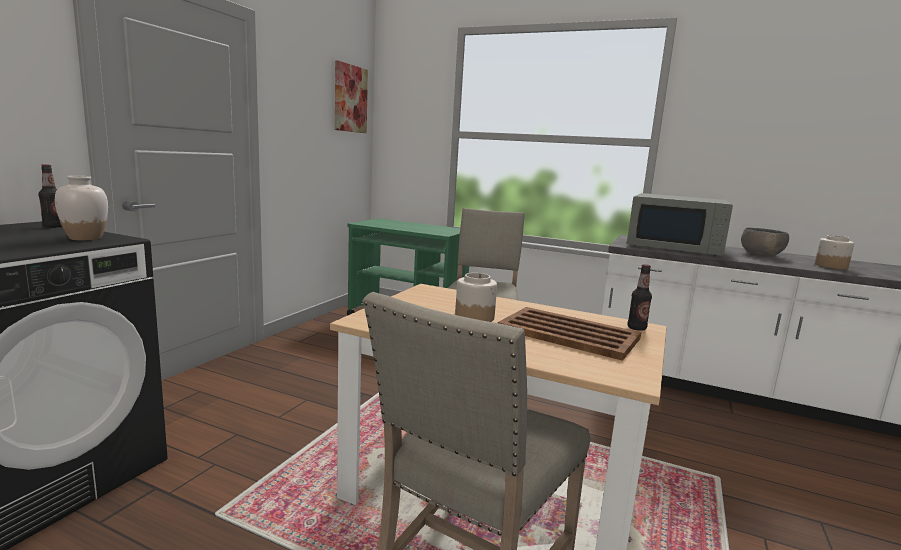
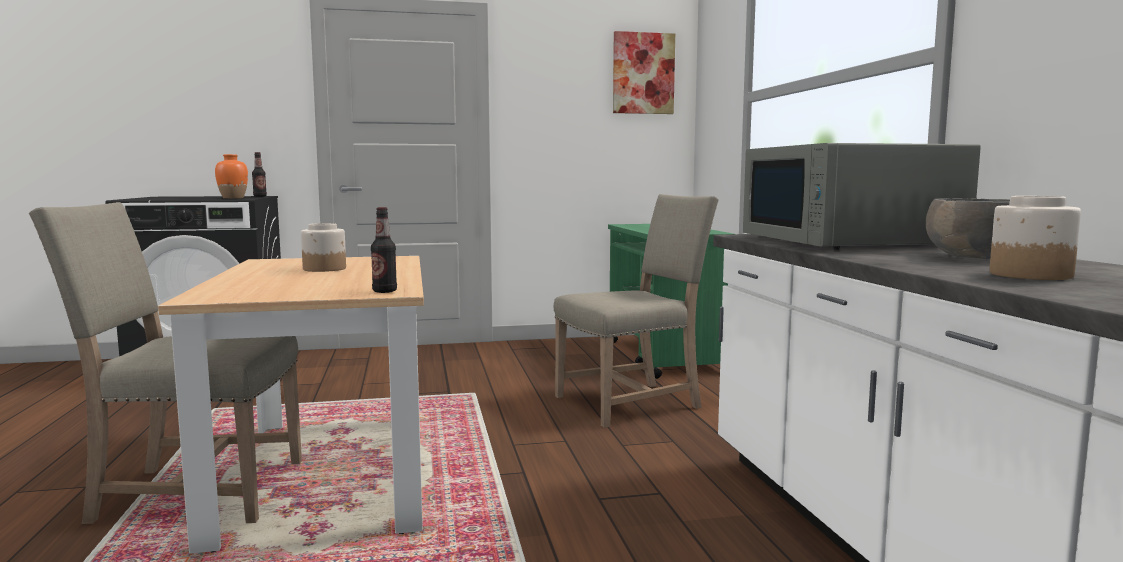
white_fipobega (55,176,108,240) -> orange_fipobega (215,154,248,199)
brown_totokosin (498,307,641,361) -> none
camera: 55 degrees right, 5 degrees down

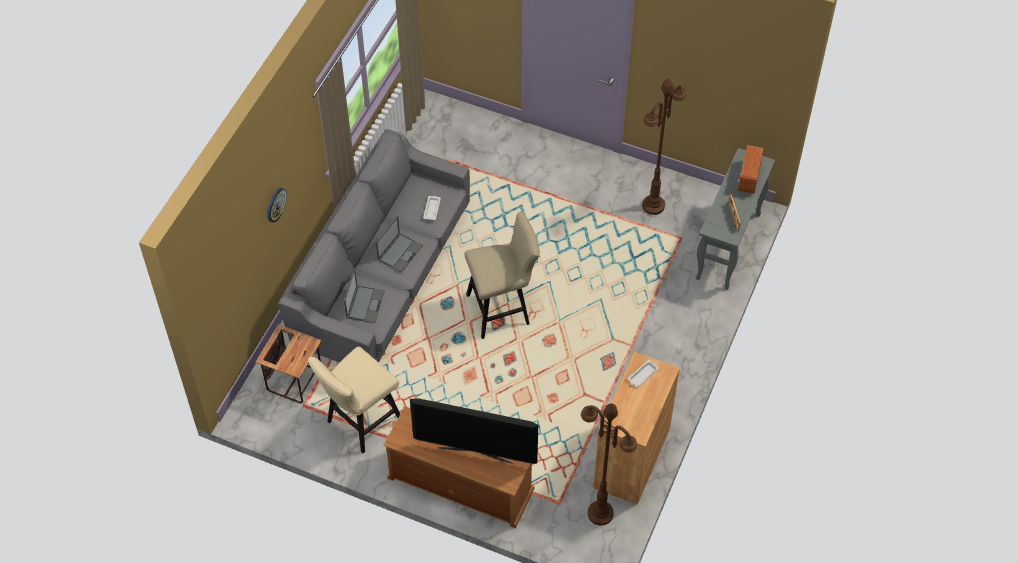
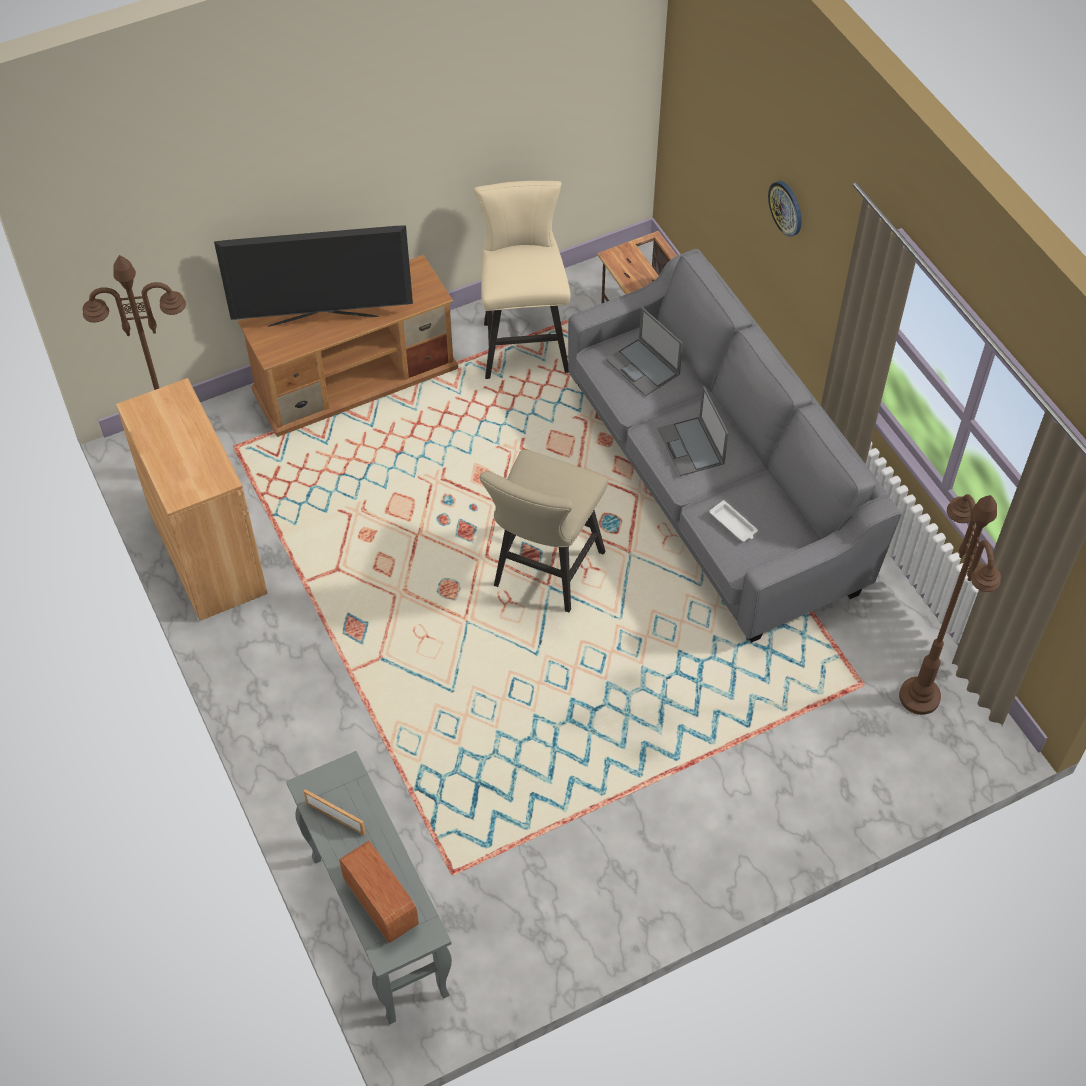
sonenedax (410,398,538,464) -> sonenedax (214,225,413,326), 150 degrees counterclockwise
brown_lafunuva (642,78,686,215) -> brown_lafunuva (899,494,1001,715), moved
white_totokosin (628,359,659,387) -> none
camera: 130 degrees right, 0 degrees up

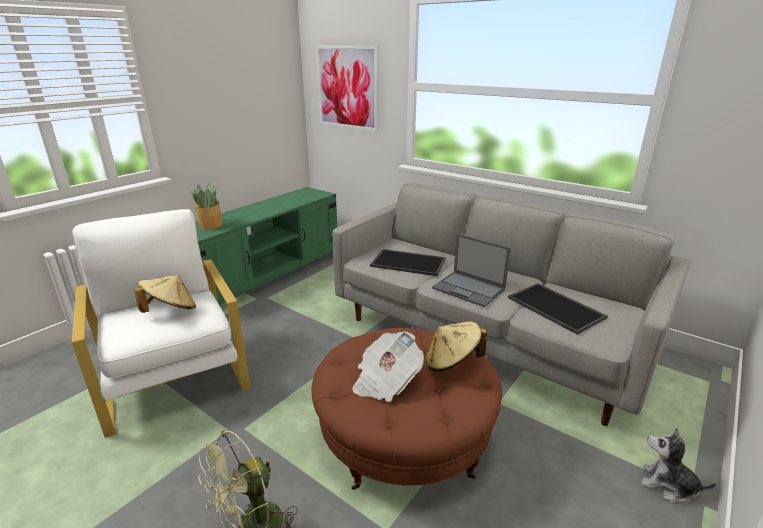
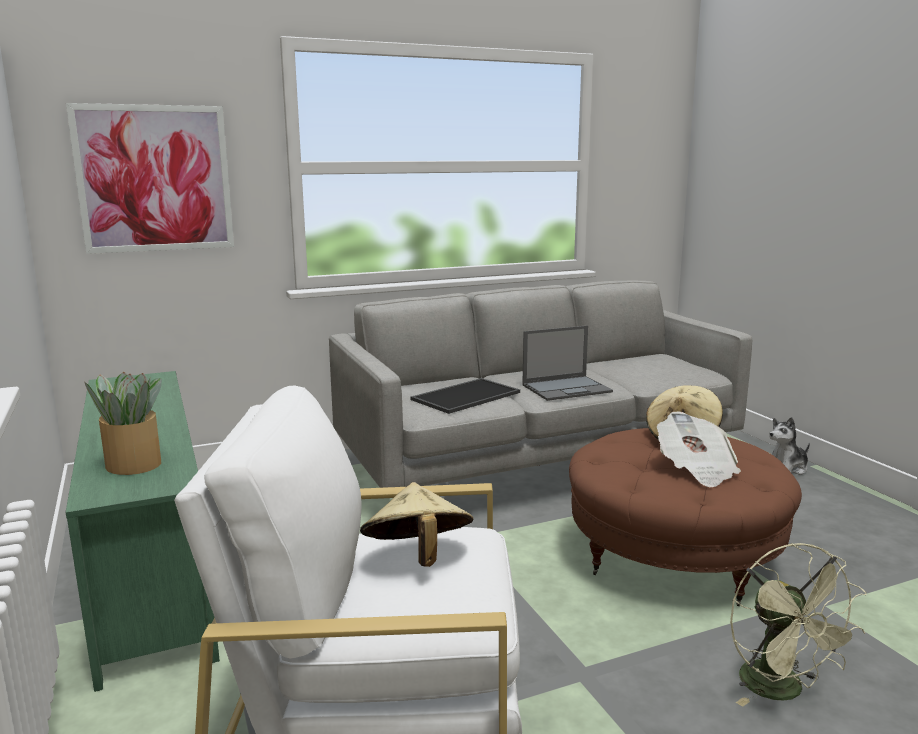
totokosin (508,283,608,335) -> none
camera: 60 degrees left, 10 degrees down

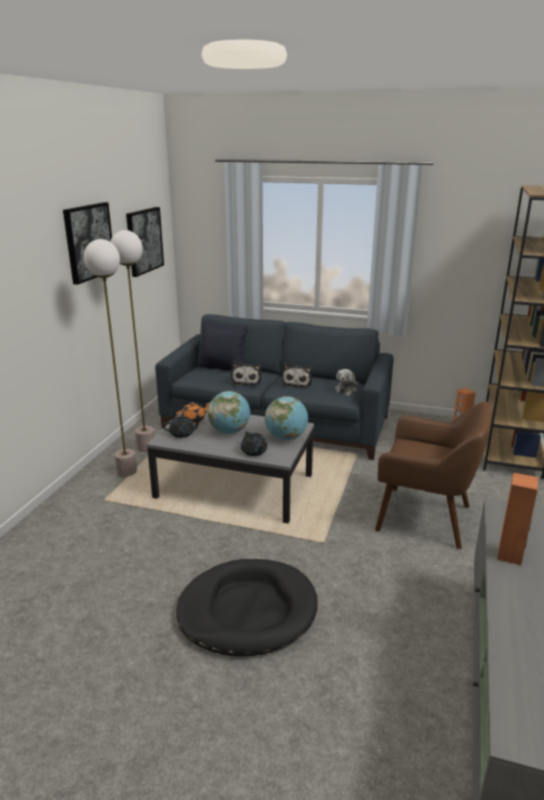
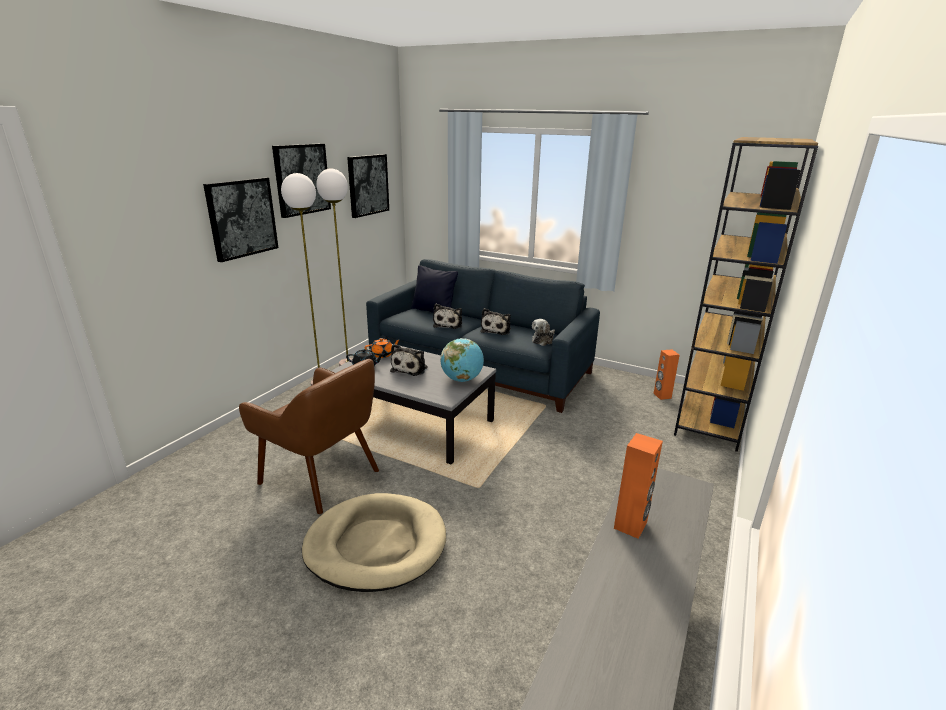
none -> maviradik (203,177,279,262)
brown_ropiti (375,402,493,549) -> brown_ropiti (239,359,379,514), moved
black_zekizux (176,559,318,656) -> beige_zekizux (302,493,446,592)
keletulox (208,391,250,434) -> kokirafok (390,344,427,376)
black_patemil (241,432,267,456) -> none
camera: 10 degrees right, 0 degrees up

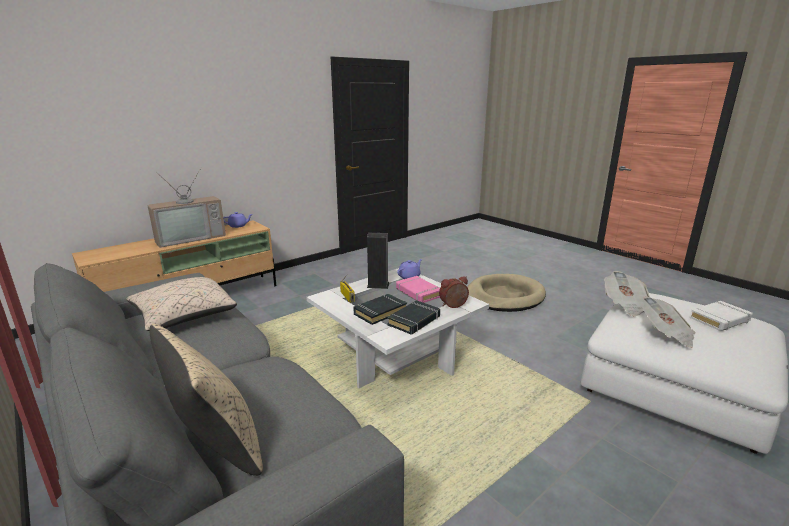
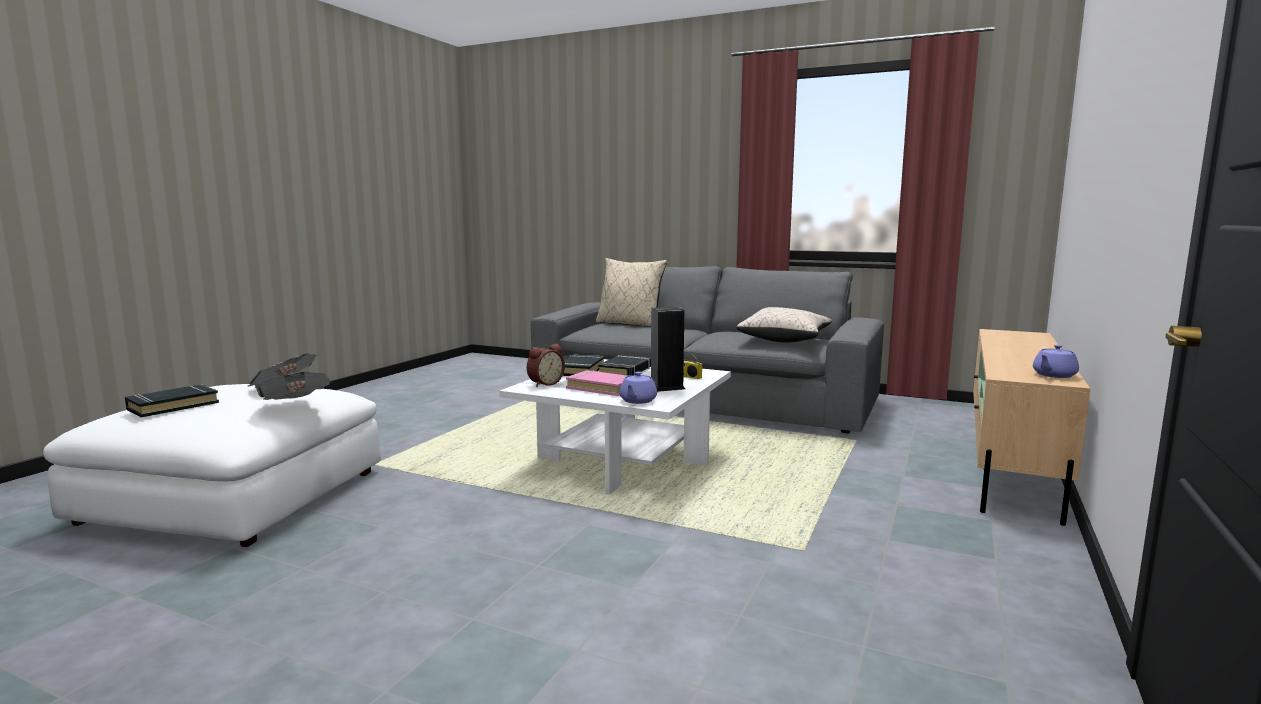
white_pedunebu (690,301,753,331) -> black_pedunebu (125,384,219,417)
sonenedax (147,168,226,248) -> none
beige_zekizux (467,274,546,312) -> none
camera: 155 degrees right, 10 degrees down

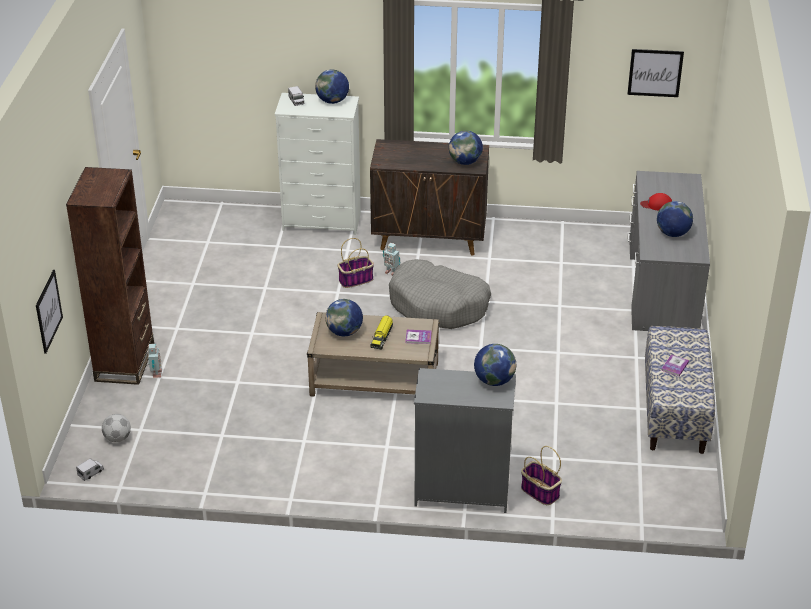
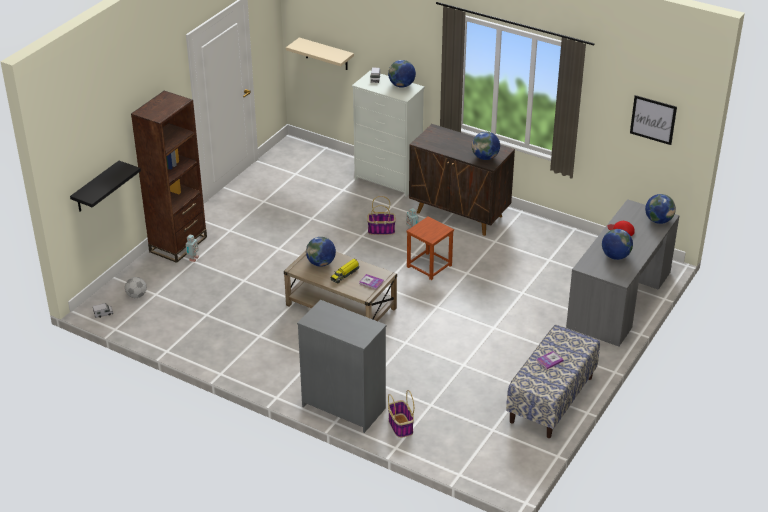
maviradik (36,270,63,354) -> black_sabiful (70,161,141,212)
none -> beige_sabiful (286,38,354,70)
grey_zekizux (389,259,491,329) -> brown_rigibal (406,216,454,280)
keletulox (474,344,516,386) -> keletulox (645,194,676,224), moved
camera: 25 degrees right, 0 degrees up

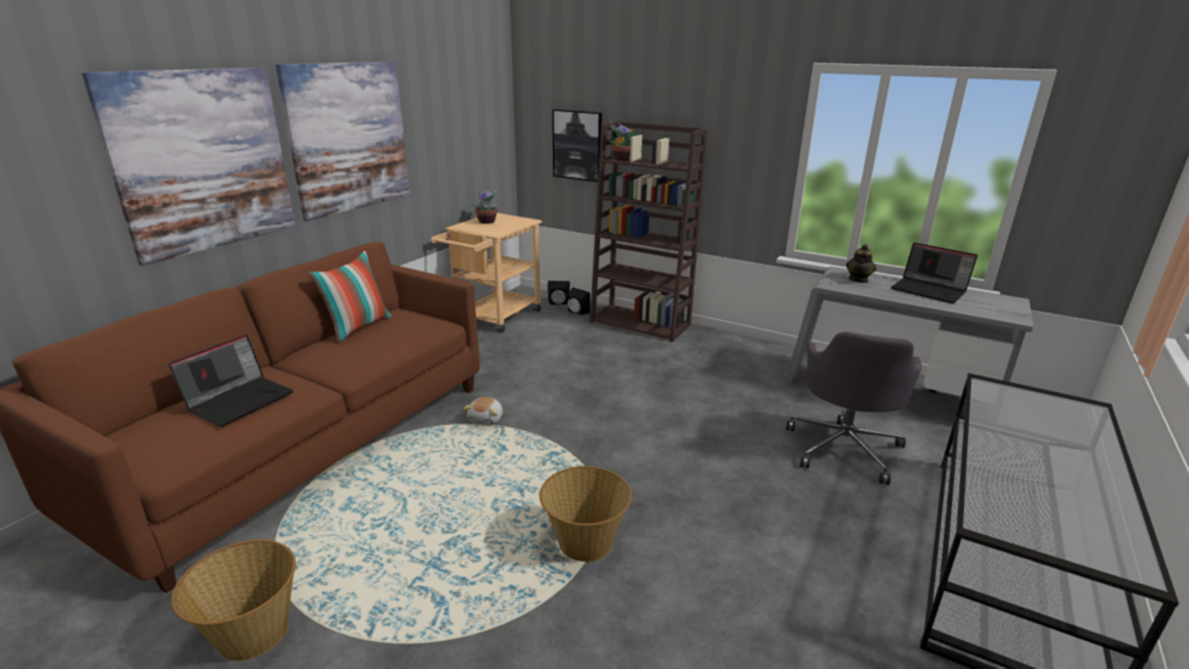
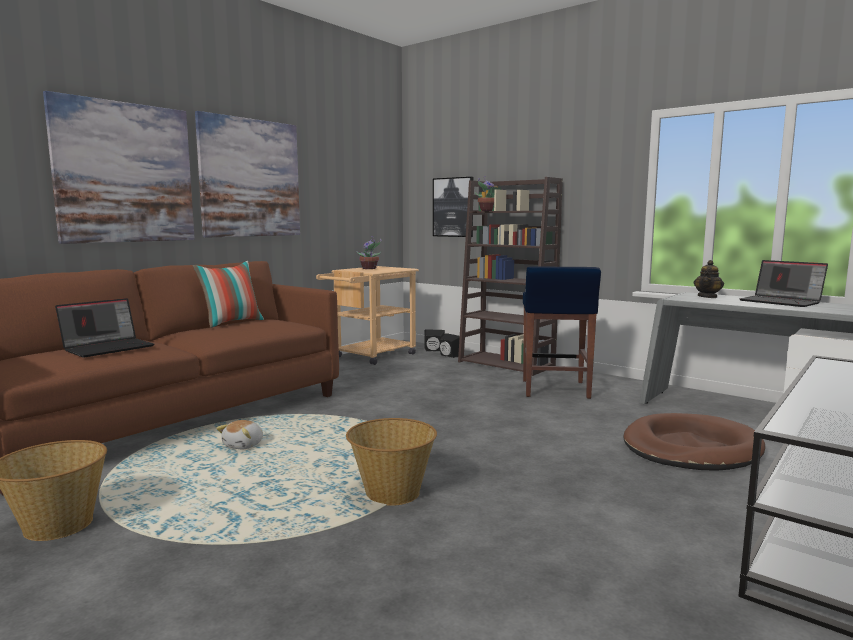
kokirafok (463,397,503,425) -> kokirafok (216,420,263,449), moved
none -> blue_rigibal (523,266,601,399)
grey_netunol (786,332,922,485) -> brown_zekizux (623,413,765,471)
camera: 10 degrees right, 15 degrees down

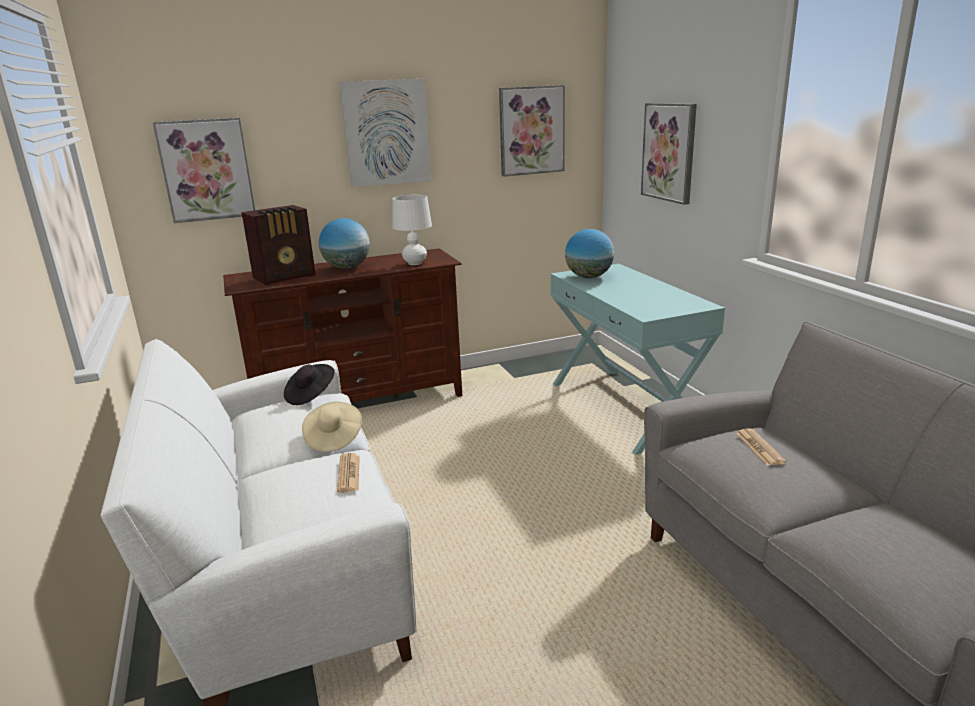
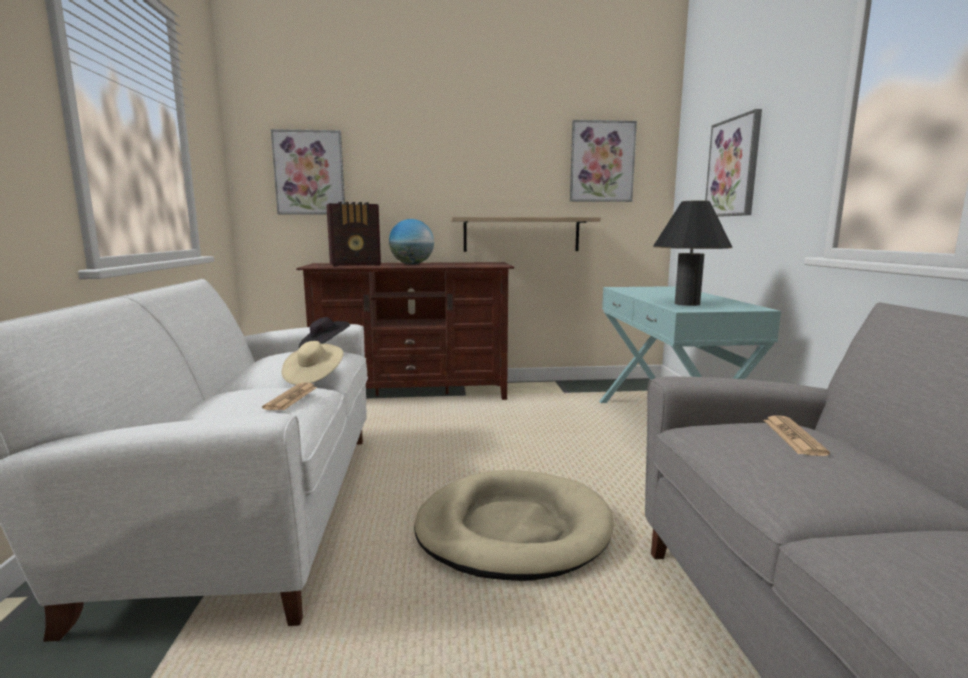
none -> beige_zekizux (414,470,614,581)
none -> sabiful (451,217,601,252)
none -> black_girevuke (653,200,732,306)
maviradik (339,79,431,188) -> none
white_girevuke (392,195,432,265) -> none
keletulox (565,229,614,278) -> none
camera: 15 degrees right, 10 degrees down

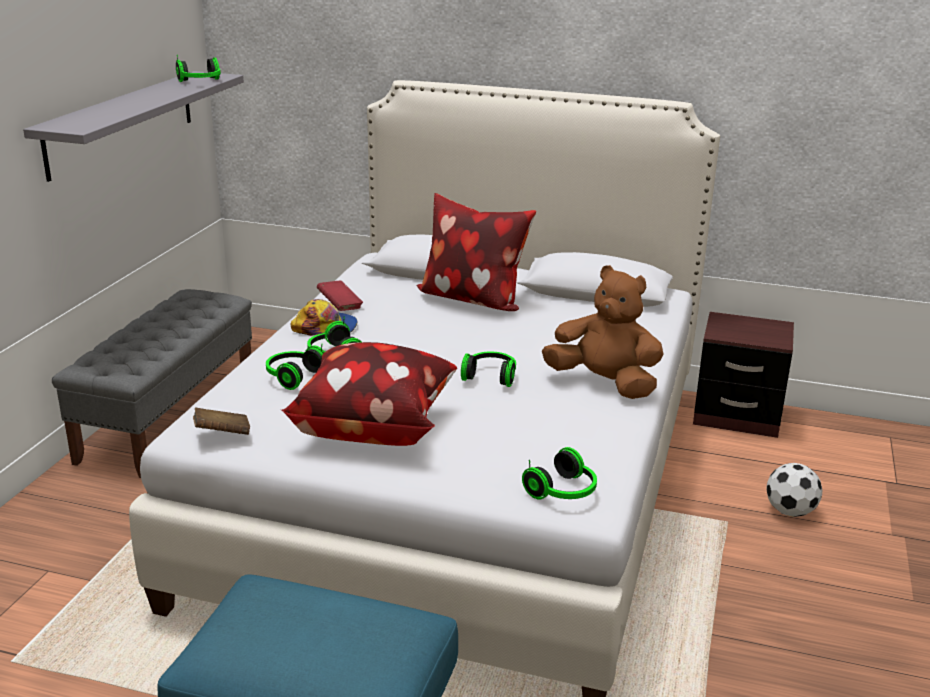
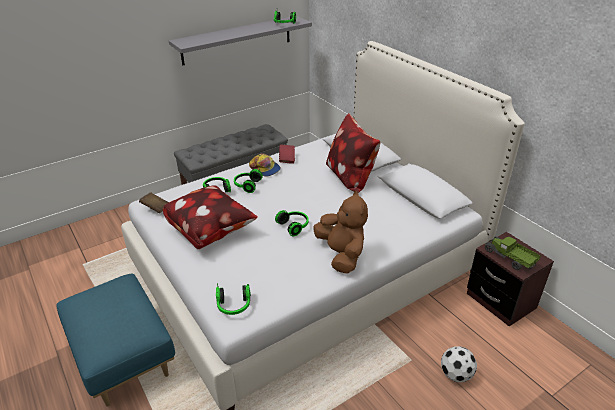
none -> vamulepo (485,237,541,270)
camera: 40 degrees right, 10 degrees up

